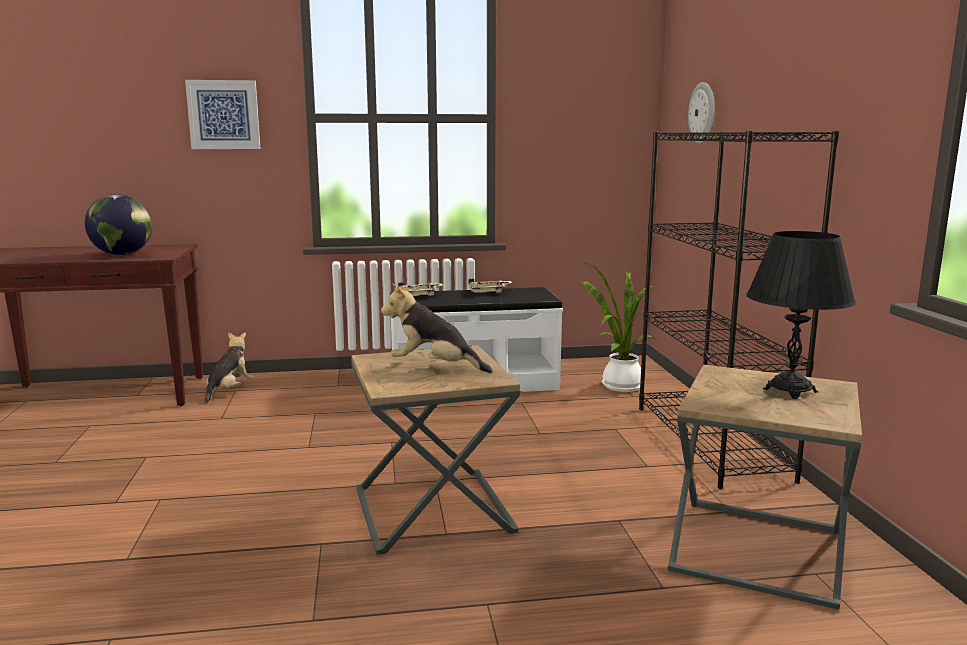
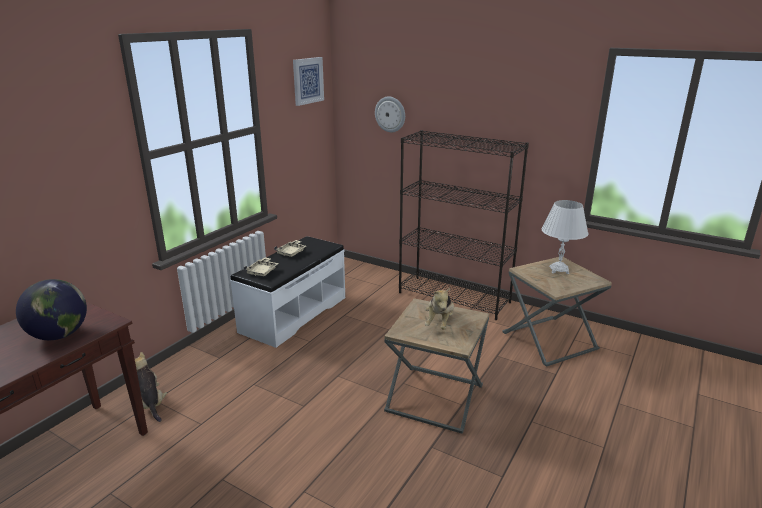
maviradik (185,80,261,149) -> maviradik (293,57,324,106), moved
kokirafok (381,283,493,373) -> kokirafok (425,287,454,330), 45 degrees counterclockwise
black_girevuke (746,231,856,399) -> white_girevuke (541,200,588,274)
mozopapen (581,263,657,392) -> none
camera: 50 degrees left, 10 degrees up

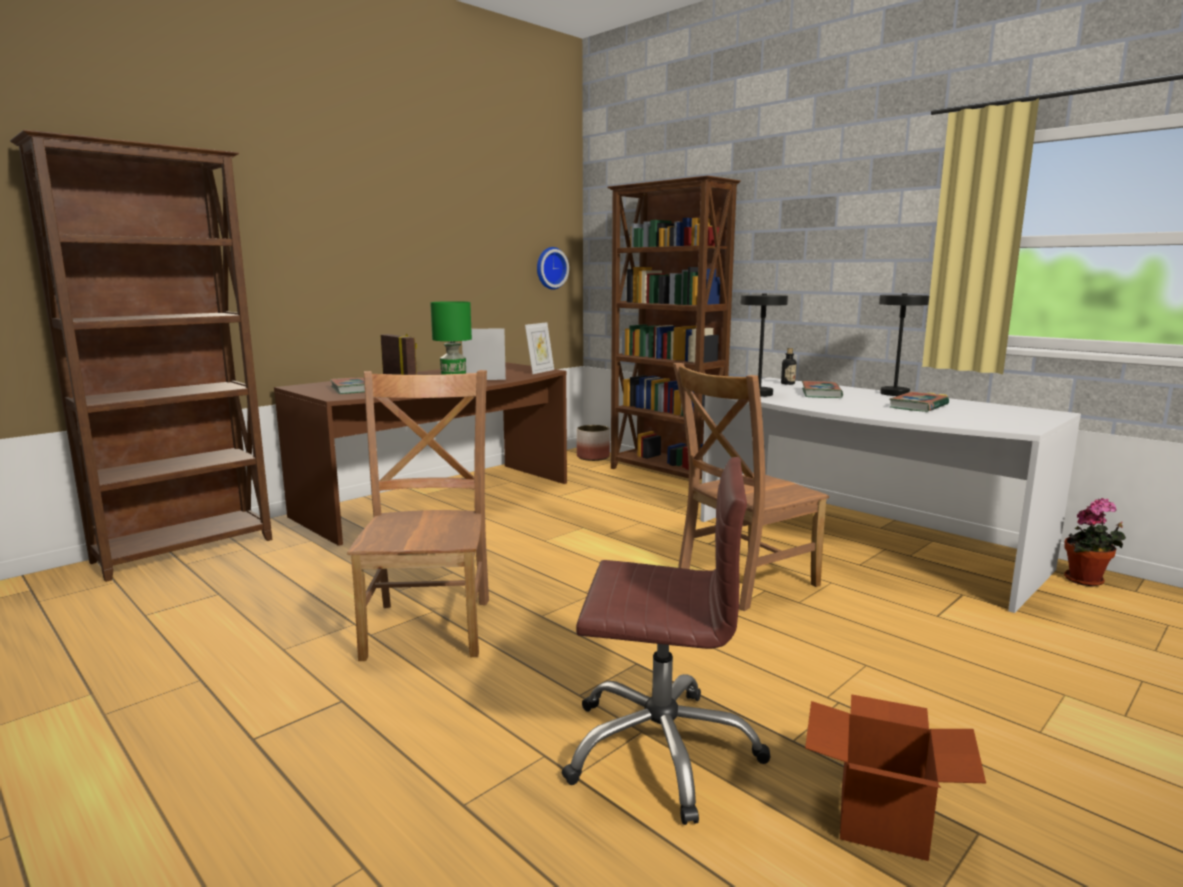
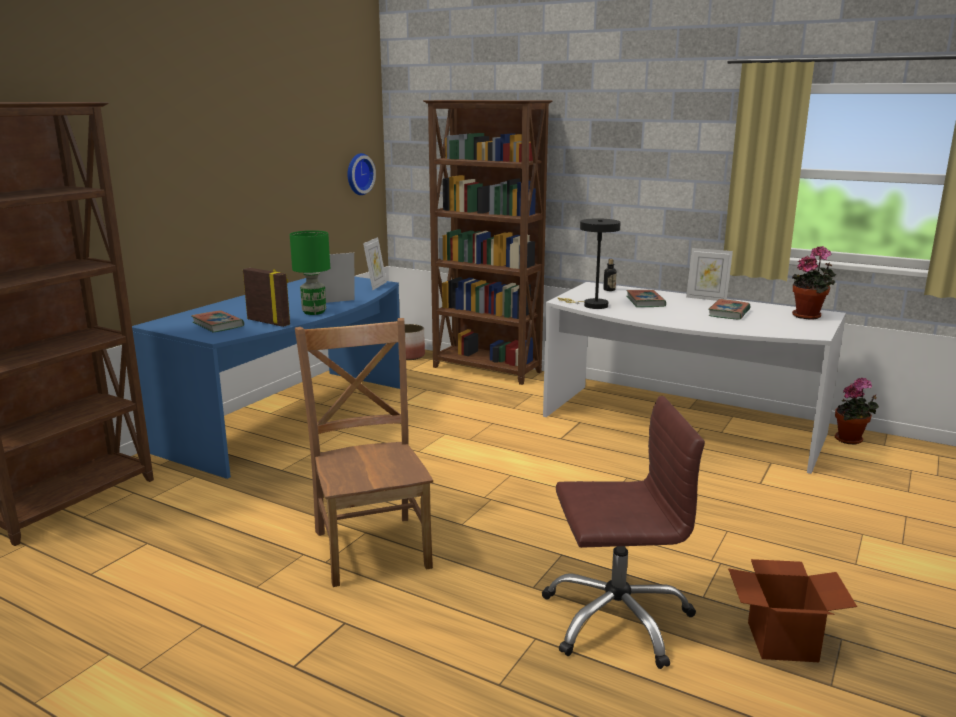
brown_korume (274,362,567,546) -> blue_korume (132,277,400,479)
black_girevuke (879,294,947,396) -> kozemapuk (686,248,733,301)
none -> mozopapen (792,246,836,320)
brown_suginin (673,363,829,611) -> none
camera: 15 degrees left, 5 degrees up

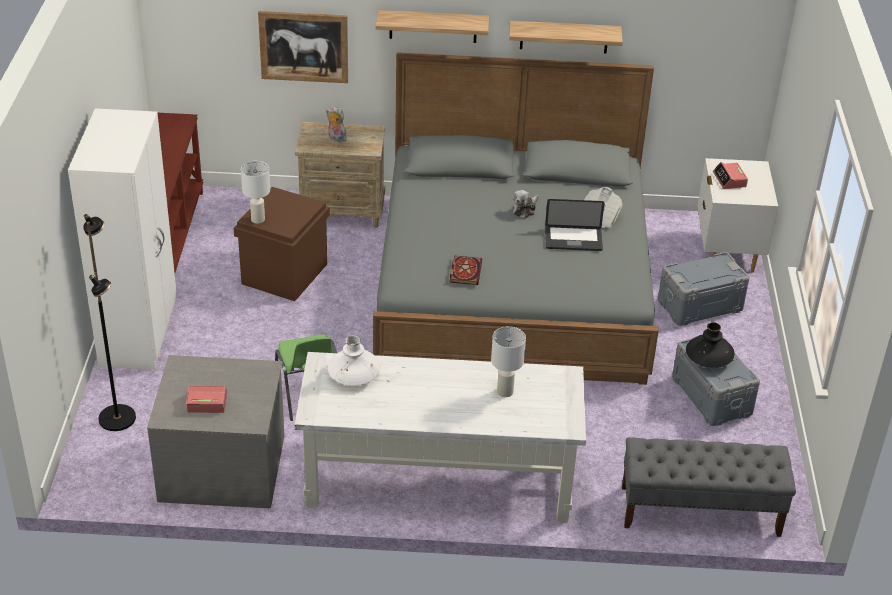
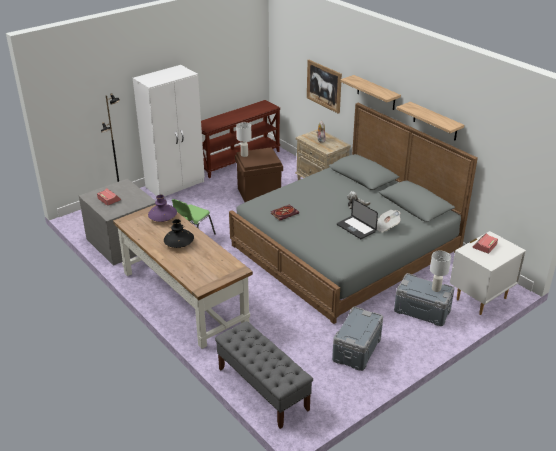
white_korume (294,352,586,522) -> brown_korume (113,204,253,349)
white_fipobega (328,336,381,386) -> purple_fipobega (148,195,177,222)
black_fipobega (686,322,734,368) -> black_fipobega (164,219,194,248), moved
white_girevuke (491,326,526,397) -> white_girevuke (430,250,451,292), moved
camera: 50 degrees right, 5 degrees down

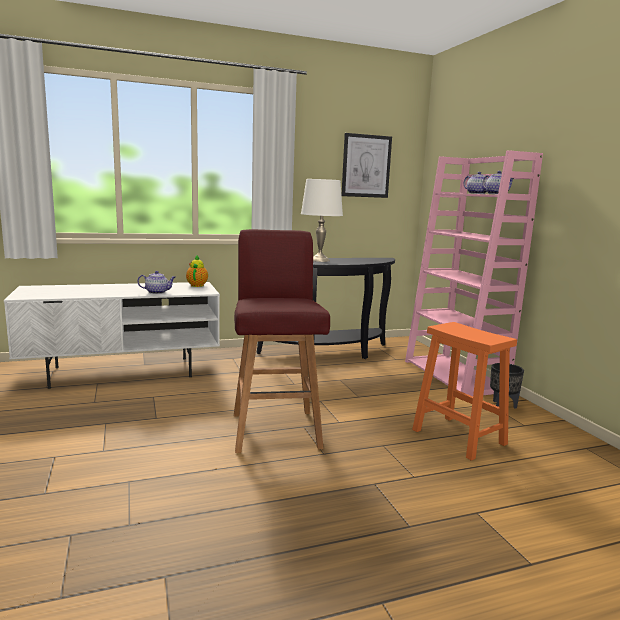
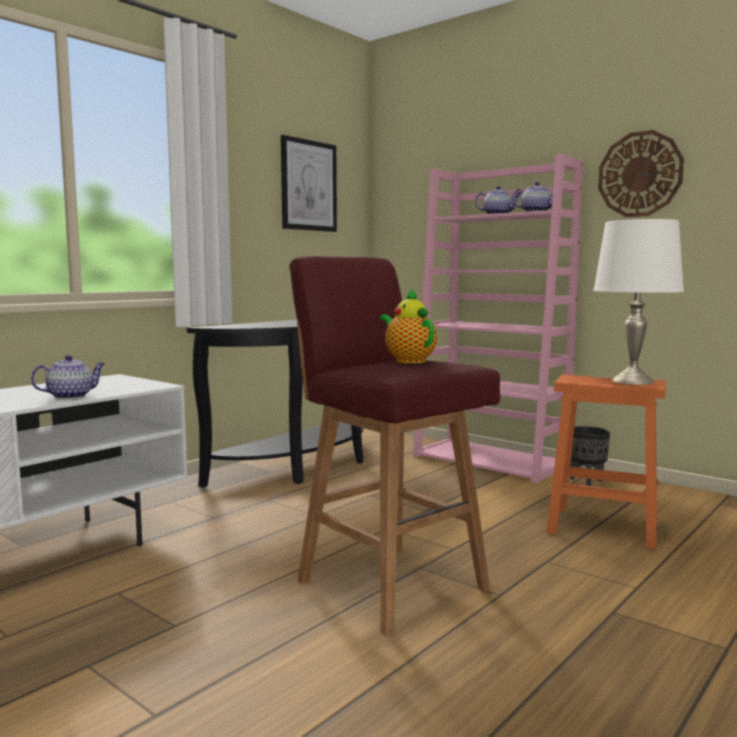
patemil (186,255,208,287) -> patemil (380,289,437,364), moved
white_girevuke (301,179,343,262) -> white_girevuke (593,219,684,385), moved
none -> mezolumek (598,130,684,217)
camera: 30 degrees left, 5 degrees down

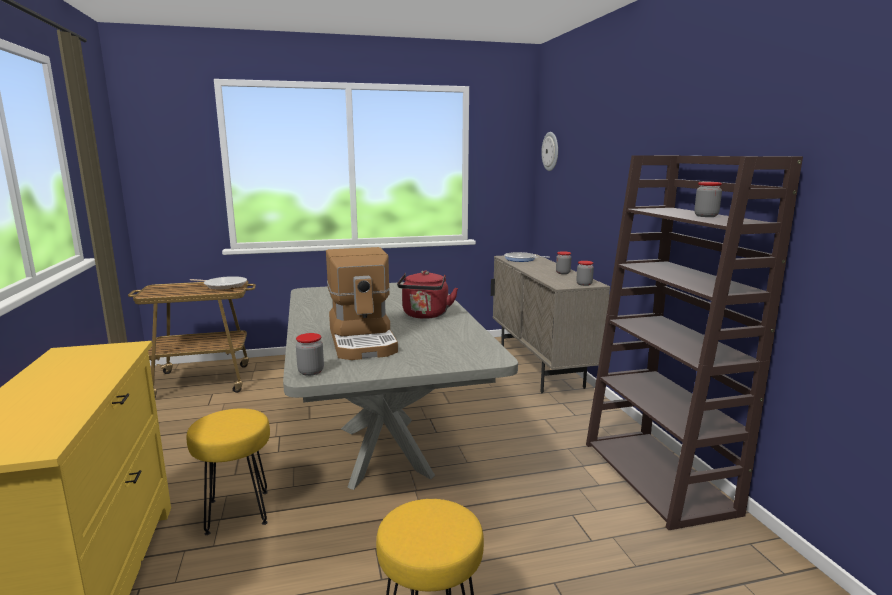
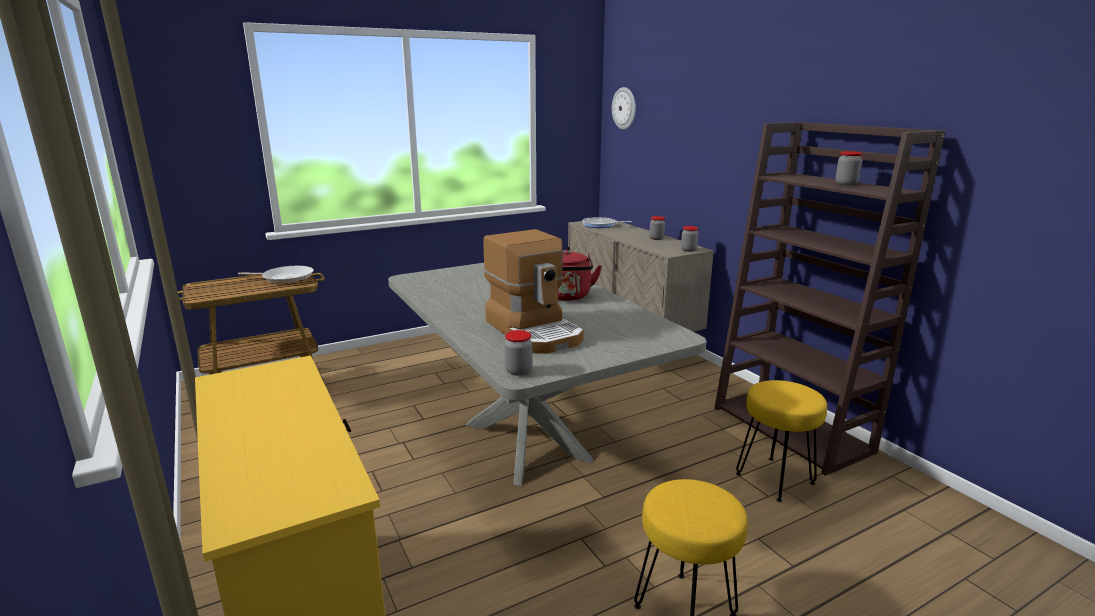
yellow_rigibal (186,408,270,535) -> yellow_rigibal (736,380,827,502), moved
camera: 15 degrees left, 5 degrees up

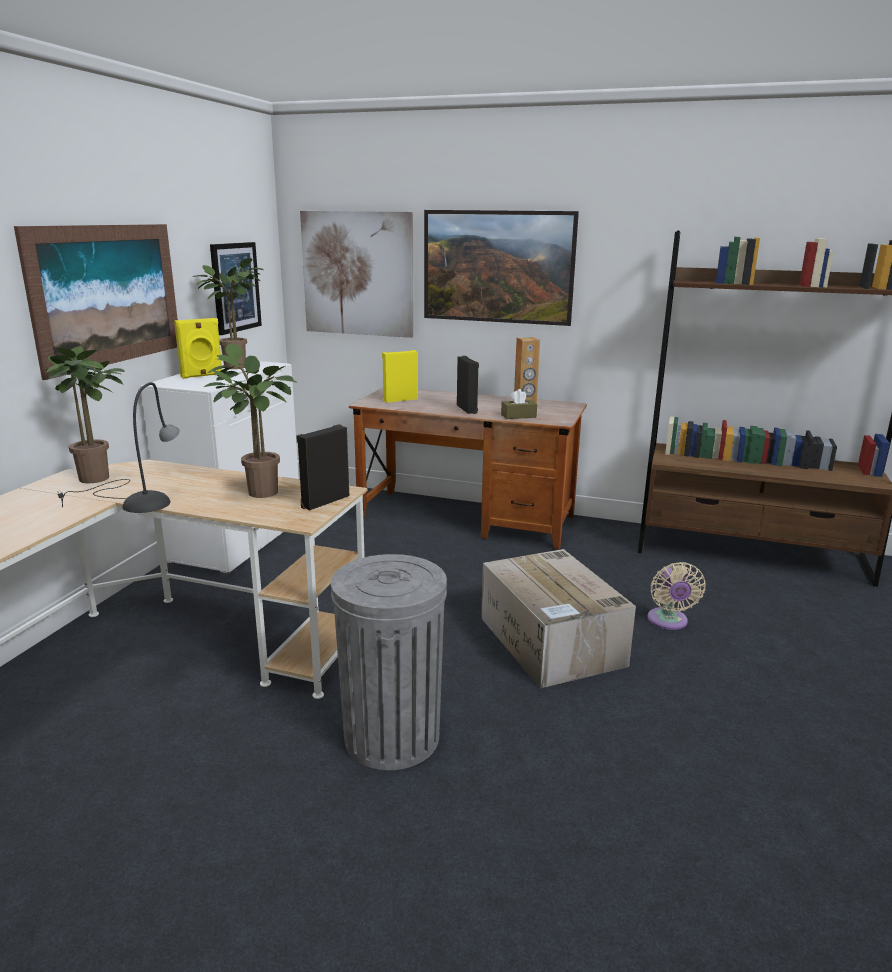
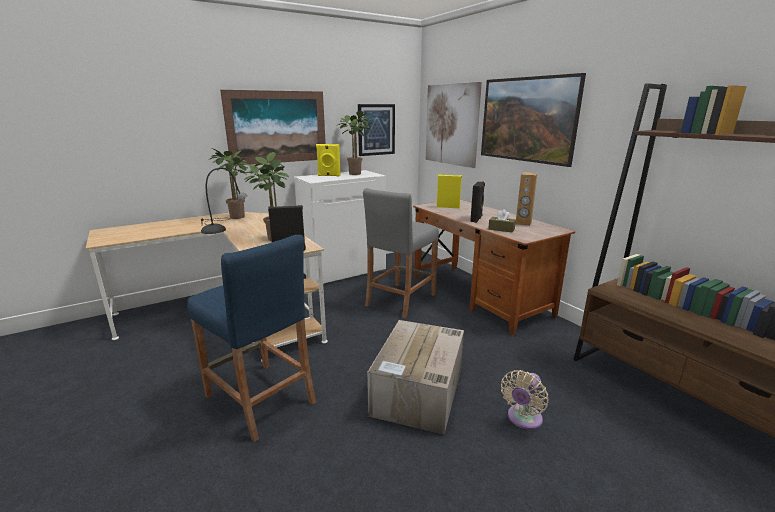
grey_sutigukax (331,554,447,770) -> blue_rigibal (187,235,316,442)
none -> grey_rigibal (363,188,439,318)
camera: 40 degrees right, 0 degrees up

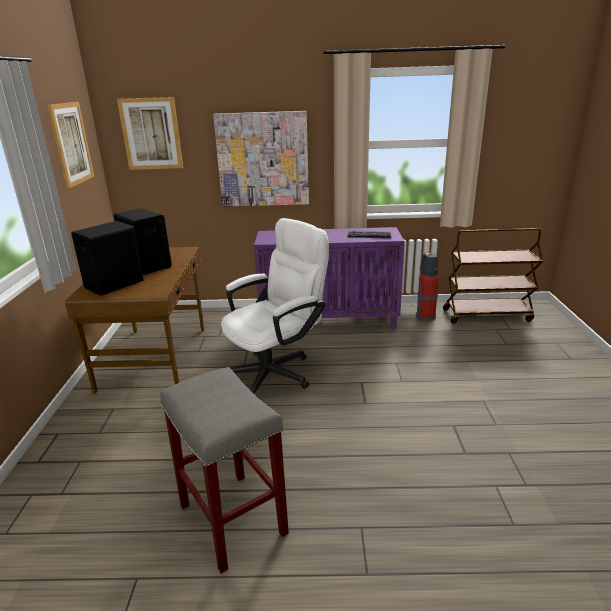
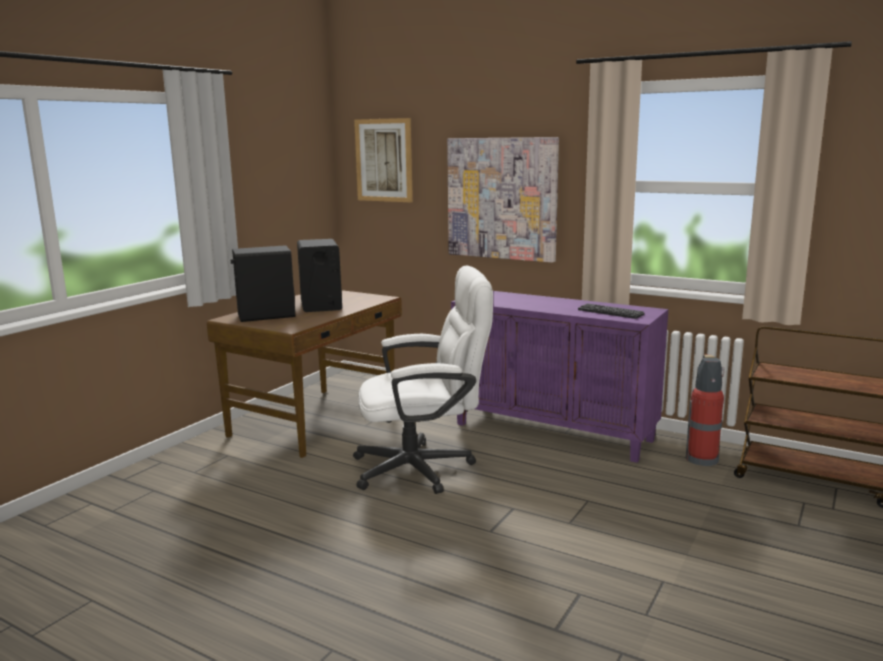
maviradik (47,102,94,188) -> none
grey_rigibal (160,367,289,573) -> none
camera: 30 degrees right, 10 degrees down

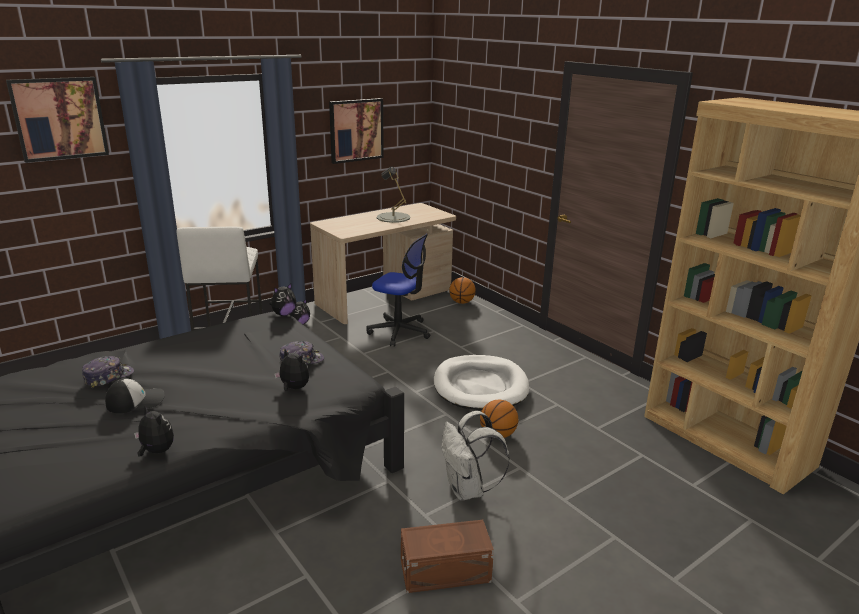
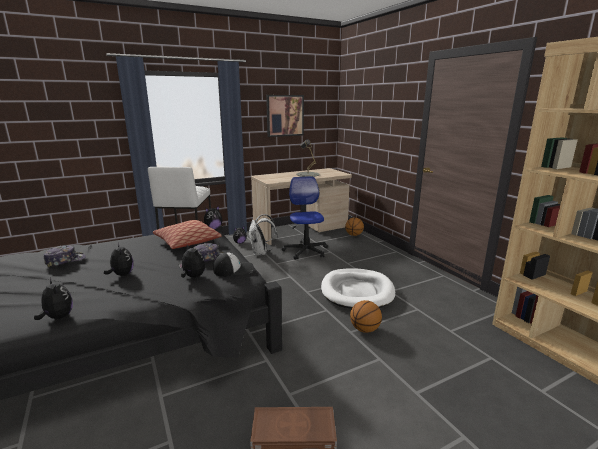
none -> kokirafok (104,243,134,276)
none -> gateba (153,220,222,249)
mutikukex (105,379,165,413) -> mutikukex (213,252,254,277), moved
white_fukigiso (442,411,510,500) -> white_fukigiso (248,214,278,256), moved
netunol (366,234,430,347) -> netunol (282,176,328,260), 135 degrees counterclockwise
maviradik (6,77,109,163) -> none
camera: 10 degrees right, 5 degrees down

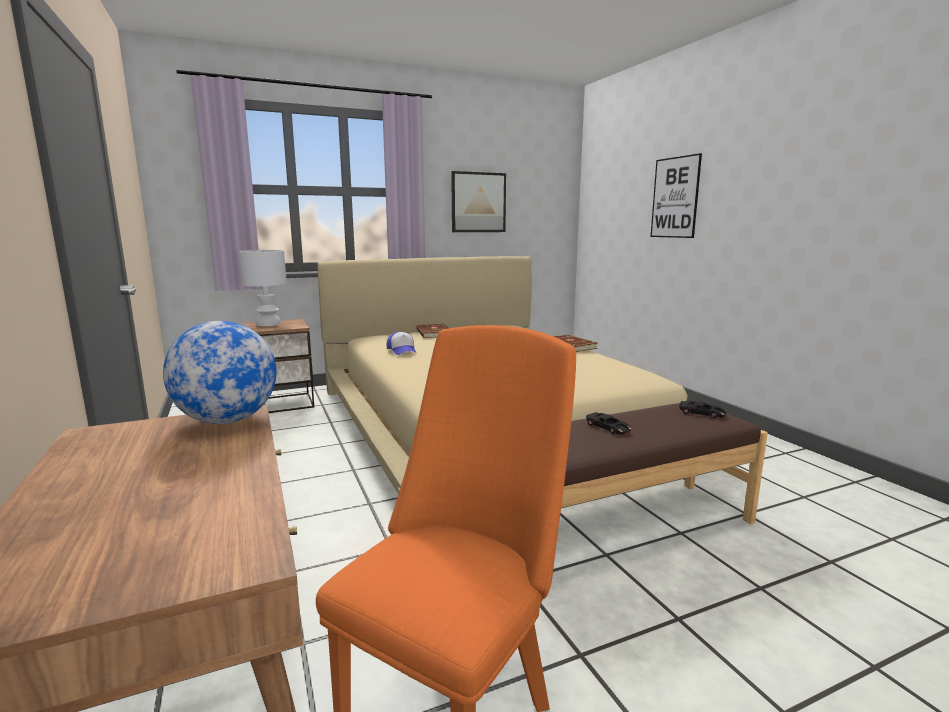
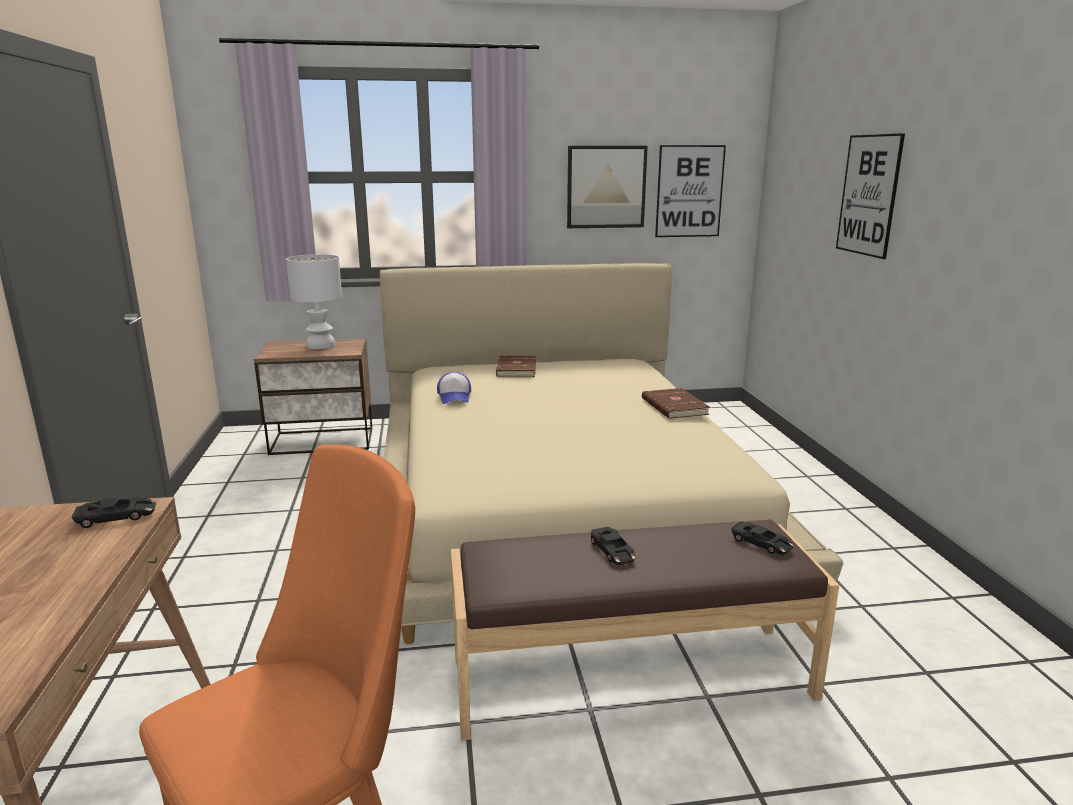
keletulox (163,321,277,424) -> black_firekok (72,497,156,528)
none -> maviradik (655,145,726,237)
camera: 15 degrees right, 5 degrees up

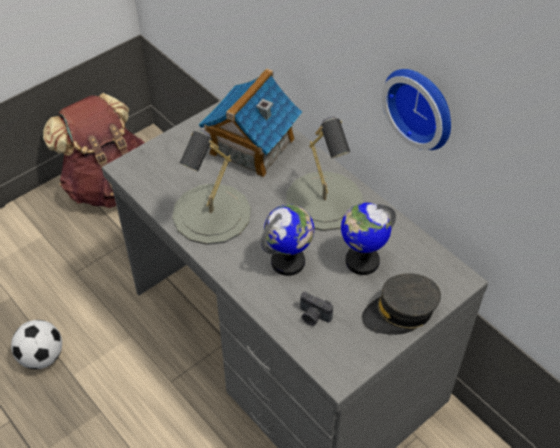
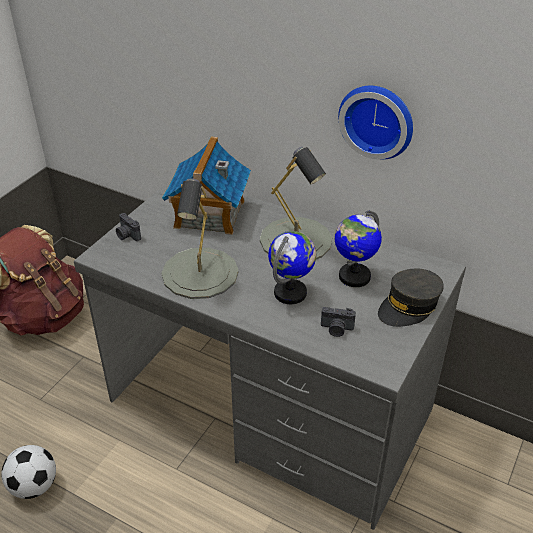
none -> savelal (116,213,141,241)
camera: 20 degrees left, 10 degrees down

